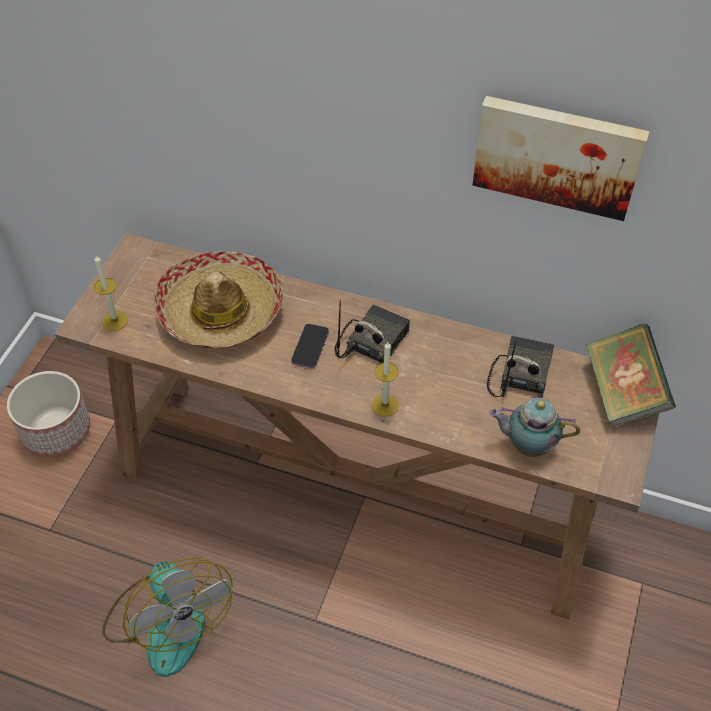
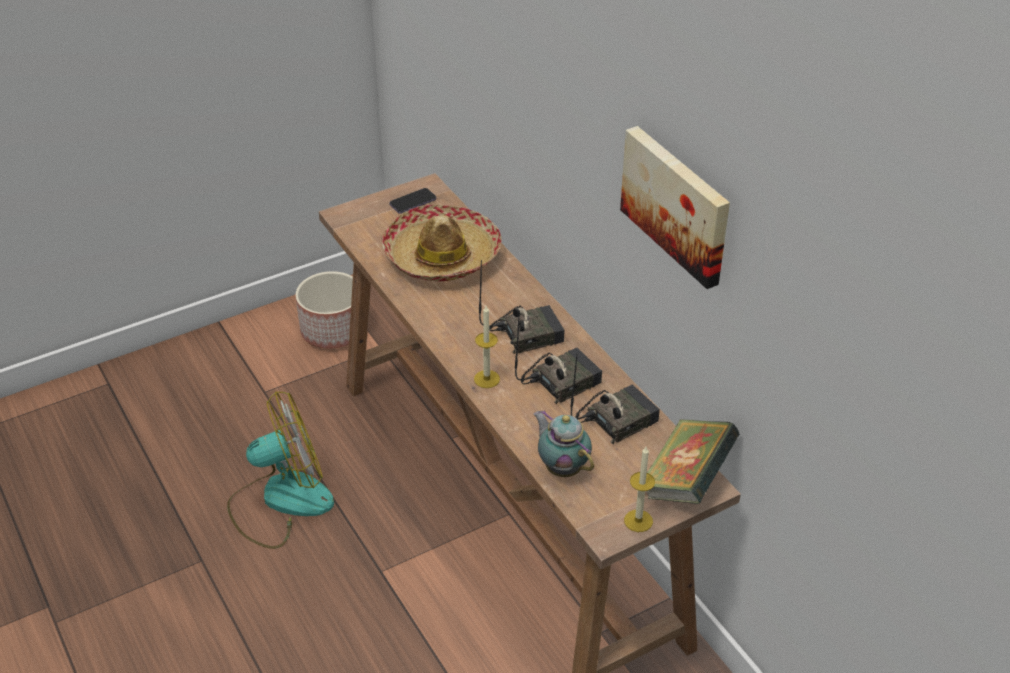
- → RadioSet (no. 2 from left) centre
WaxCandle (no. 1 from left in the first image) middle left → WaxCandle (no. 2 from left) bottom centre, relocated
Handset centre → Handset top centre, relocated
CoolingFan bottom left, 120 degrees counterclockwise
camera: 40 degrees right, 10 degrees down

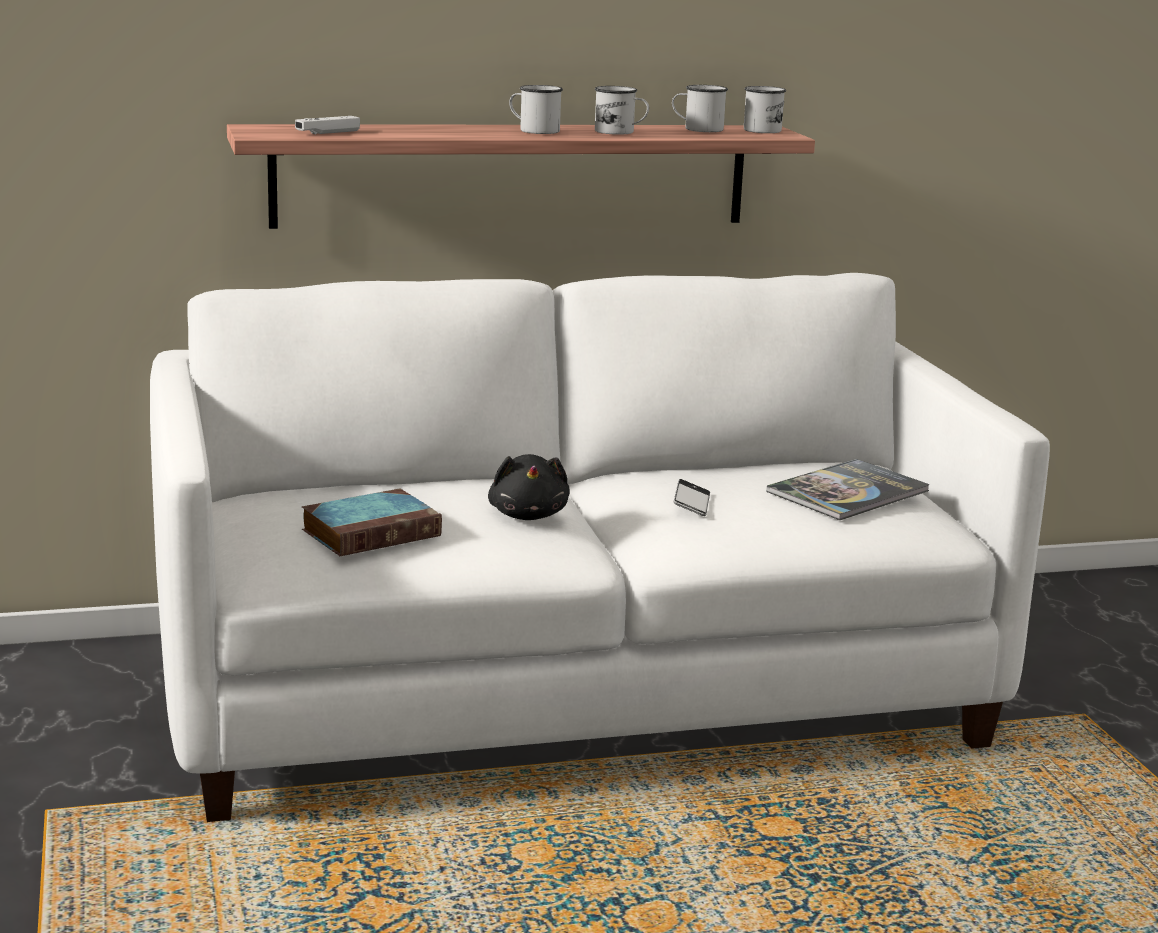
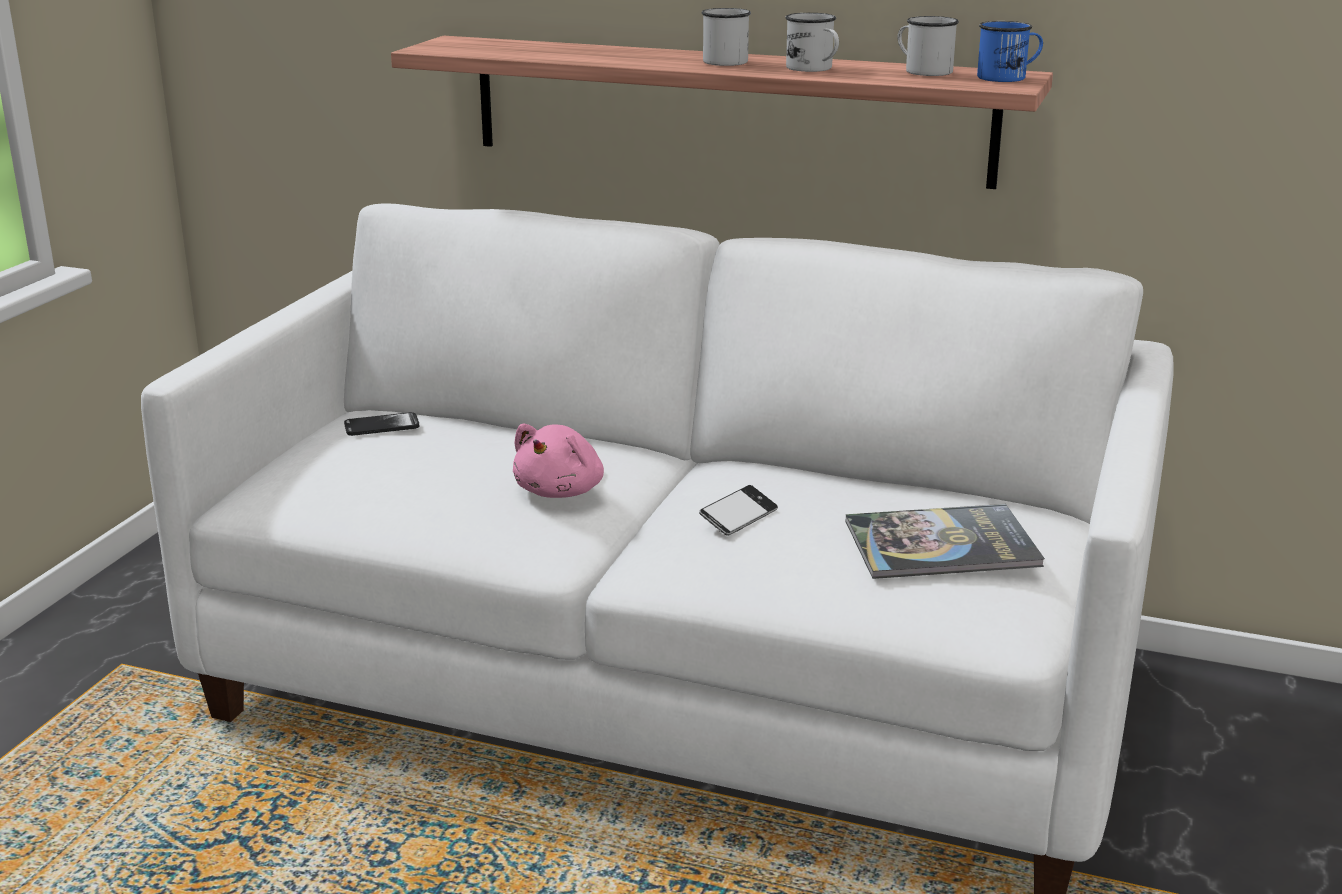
WhitishGamepad top left → -
BoundBook (no. 1 from left) middle left → -
- → Handset (no. 1 from left) middle left
BlackishSoftToy centre → PinkColouredSoftToy centre
WhitishTeaMug (no. 4 from left) top centre → BluishTeaMug top right
camera: 35 degrees right, 5 degrees up

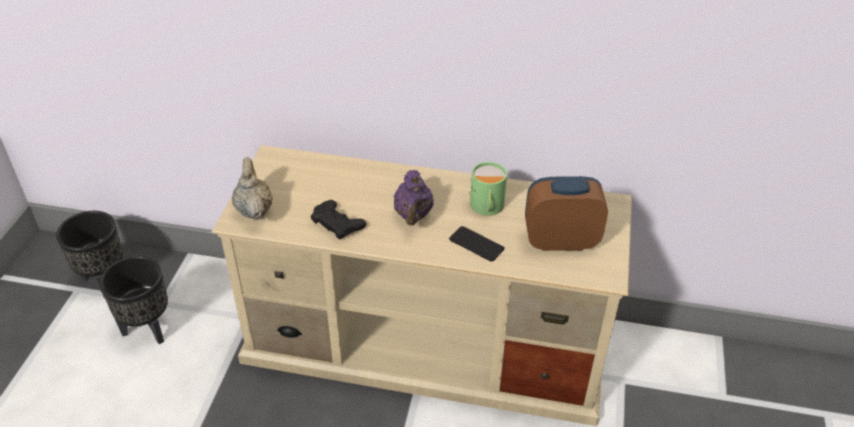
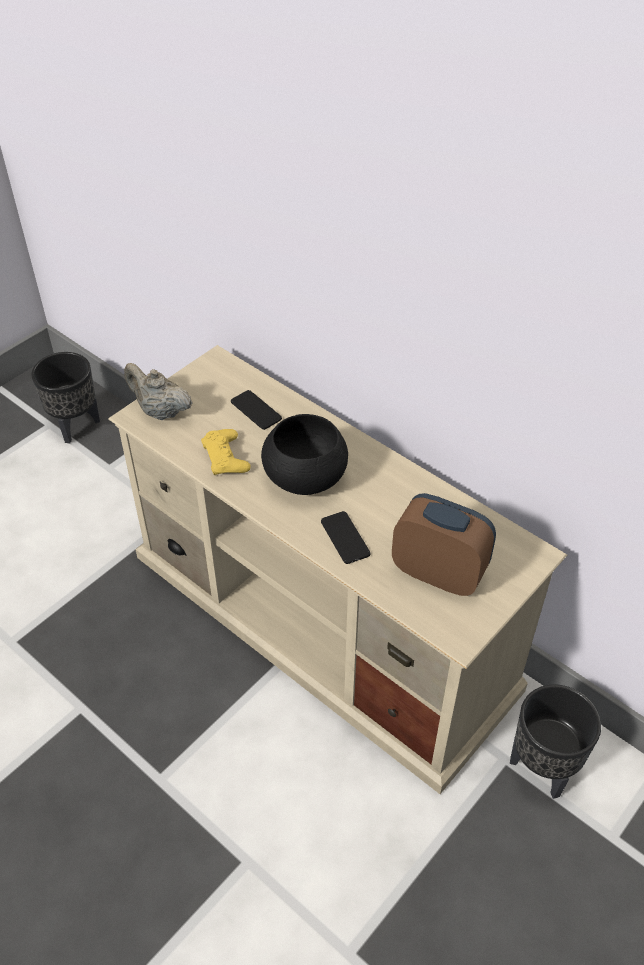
GreenColouredTeaMug centre → -
- → Handset (no. 1 from left) centre
BlackishFlowerPot (no. 2 from left) bottom left → BlackishFlowerPot (no. 2 from left) bottom right, relocated
PurplishTeaPot centre → BlackishServingBowl centre
BlackishGamepad centre → YellowColouredGamepad centre
BeigeTeaPot middle left, 75 degrees counterclockwise
camera: 30 degrees right, 5 degrees up

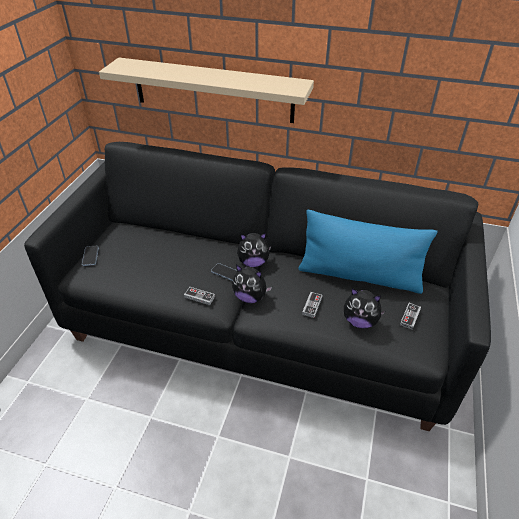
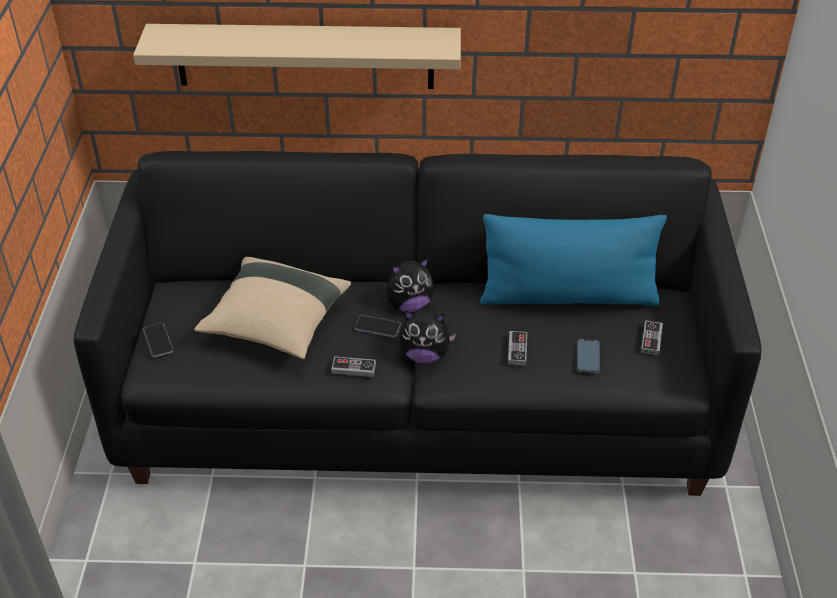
- → BeigeThrowPillow middle left
SoftToy (no. 3 from left) middle right → Handset (no. 3 from left) middle right
camera: 15 degrees left, 0 degrees up

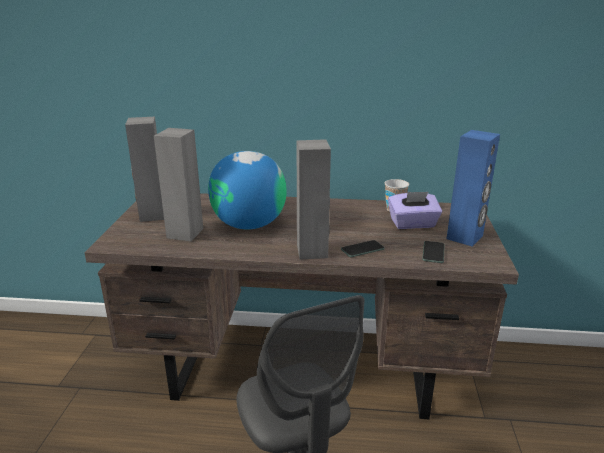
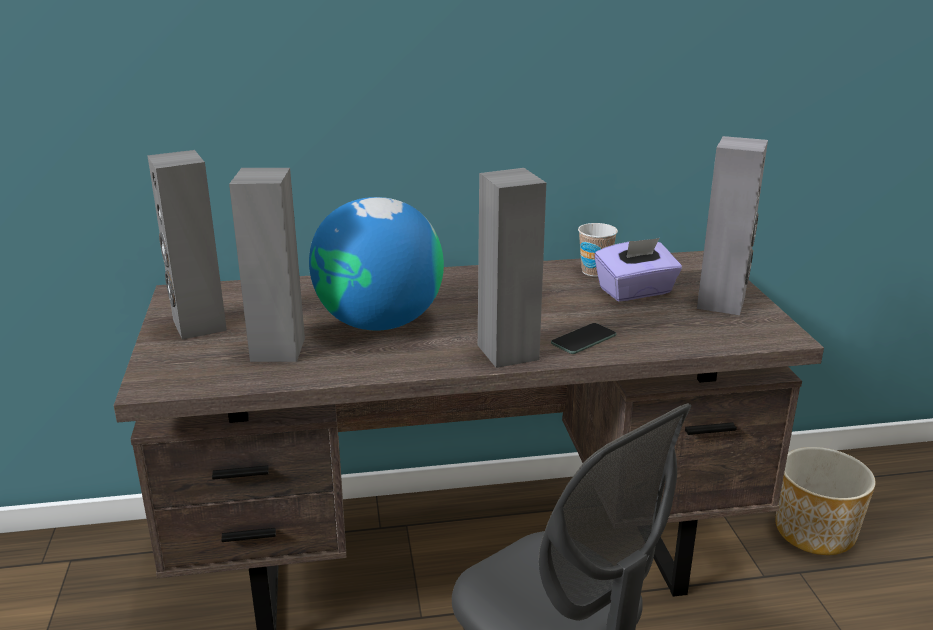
Handset (no. 2 from left) middle right → -
- → FlowerPot bottom right
BluishSpeaker middle right → GreyishSpeaker (no. 4 from left) middle right
camera: 15 degrees left, 0 degrees up

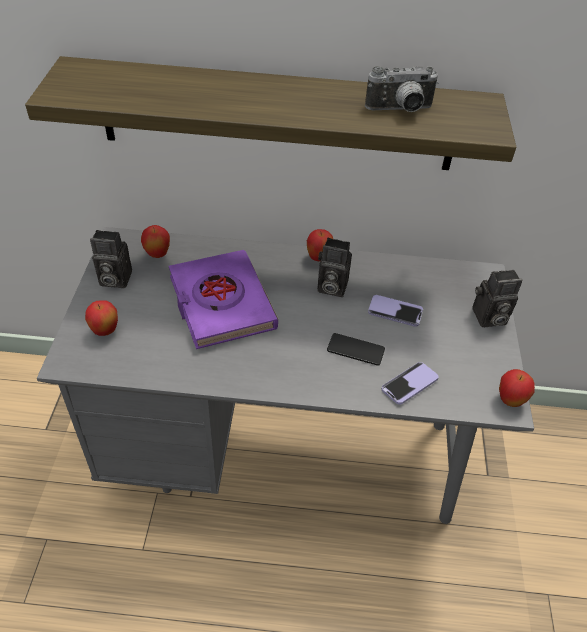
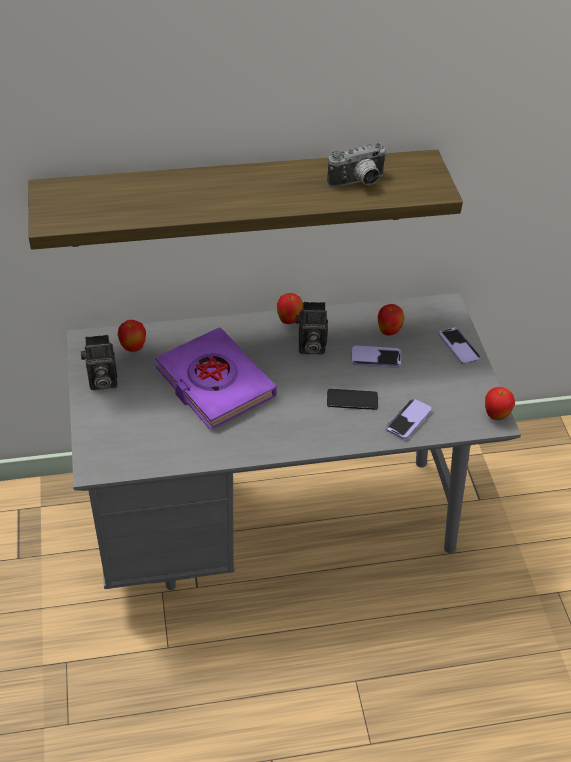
WholeApple (no. 1 from left in the first image) middle left → WholeApple (no. 3 from left) middle right, relocated
StillCamera (no. 4 from left) middle right → Handset (no. 4 from left) middle right
camera: 15 degrees left, 0 degrees up

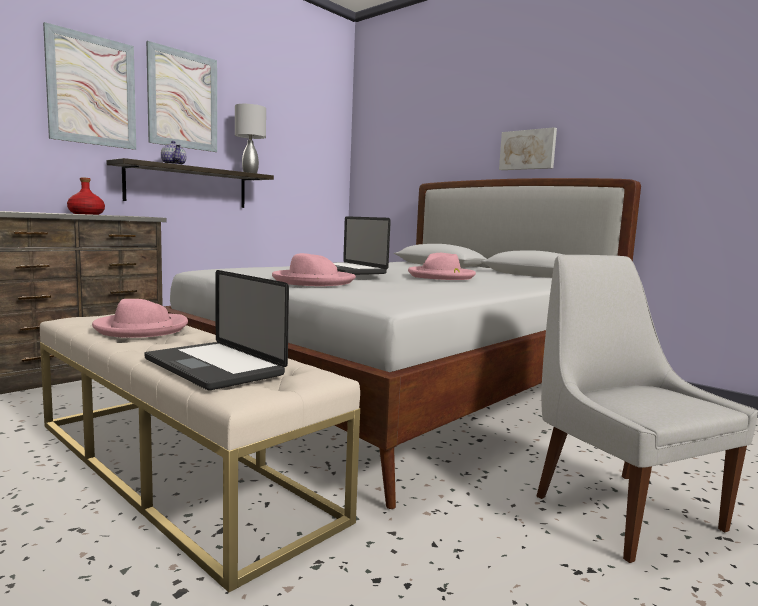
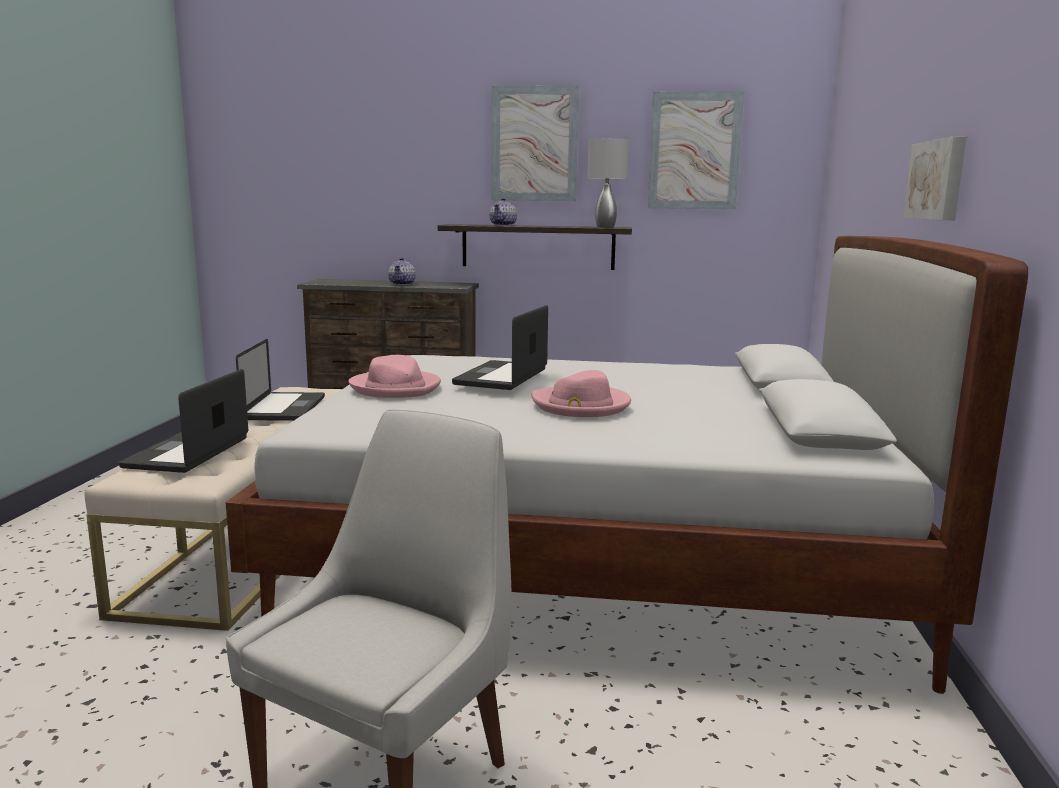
WallPicture (no. 1 from left in the first image) top left → WallPicture (no. 2 from left) top centre, relocated
RedBottle top left → TeaPot (no. 1 from left) centre
PinkColouredHat (no. 1 from left) middle left → NotebookComputer (no. 2 from left) middle left
camera: 55 degrees right, 5 degrees up

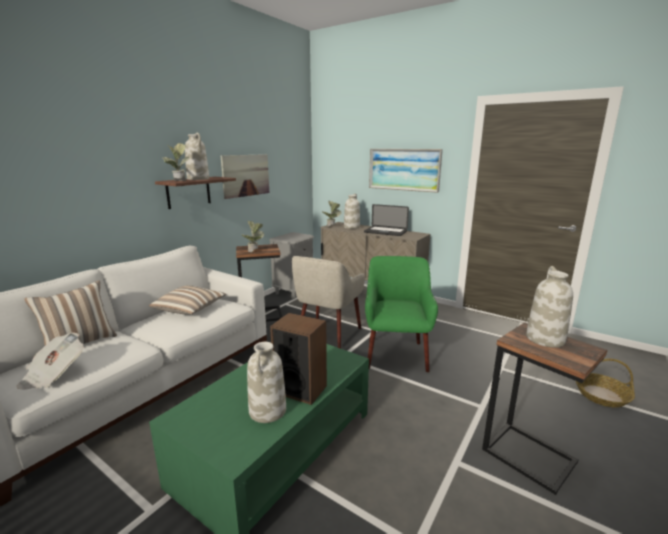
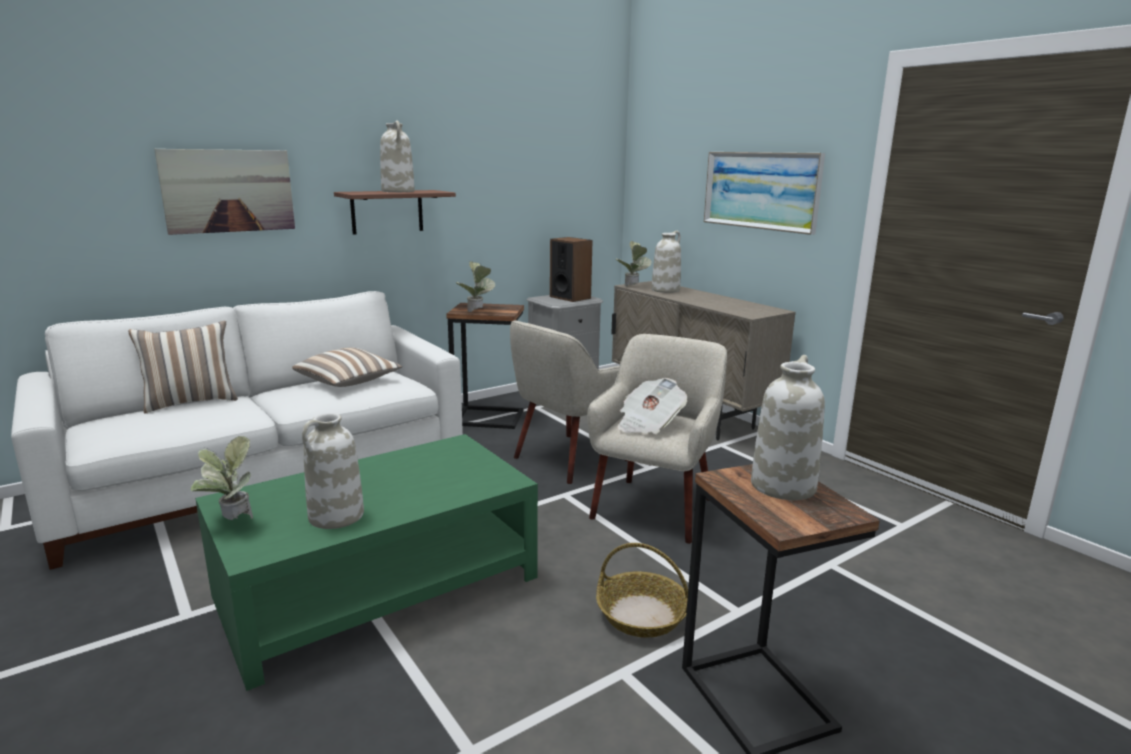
NotebookComputer centre → -
PrintedPaper bottom left → PrintedPaper centre, relocated
PlantInAPot (no. 1 from left) top left → PlantInAPot (no. 1 from left) middle left, relocated
WallPicture (no. 1 from left) top centre → WallPicture (no. 1 from left) top left, relocated
Speaker bottom centre → Speaker centre, relocated
StorageBasket bottom right → StorageBasket bottom centre, relocated
GreenColouredLoungeChair centre → BeigeLoungeChair (no. 2 from left) centre
camera: 20 degrees right, 0 degrees up

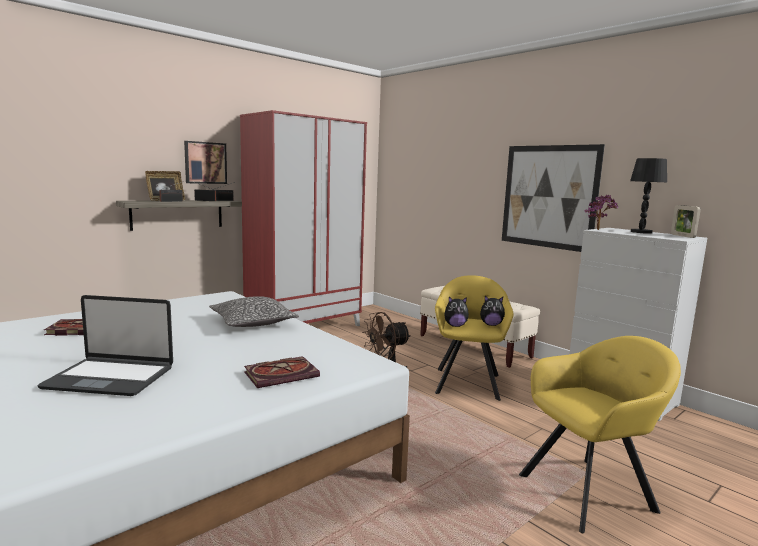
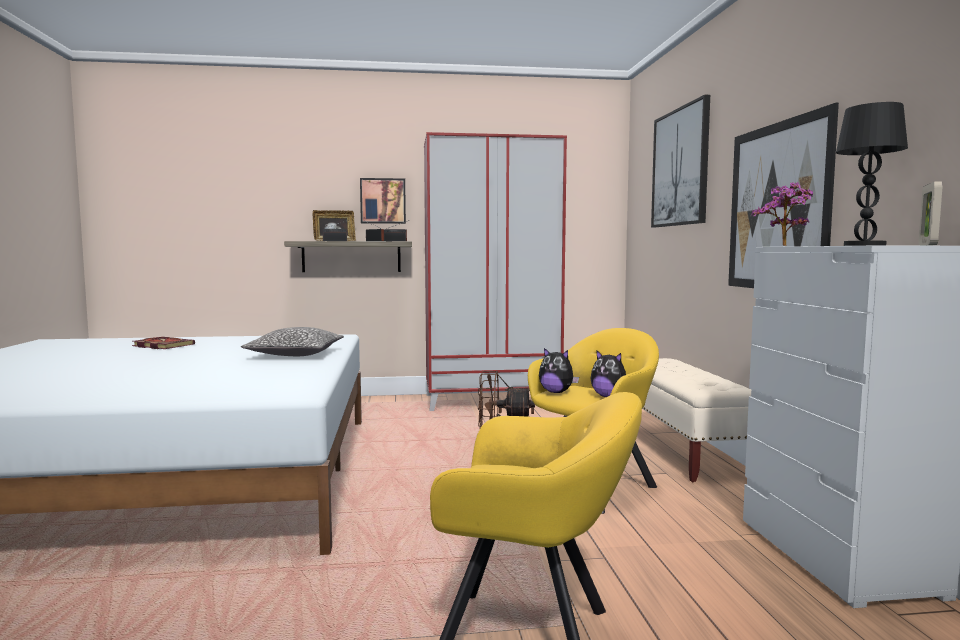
NotebookComputer middle left → -
BoundBook (no. 2 from left) bottom centre → -
- → WallPicture (no. 2 from left) top right
camera: 35 degrees right, 5 degrees down

